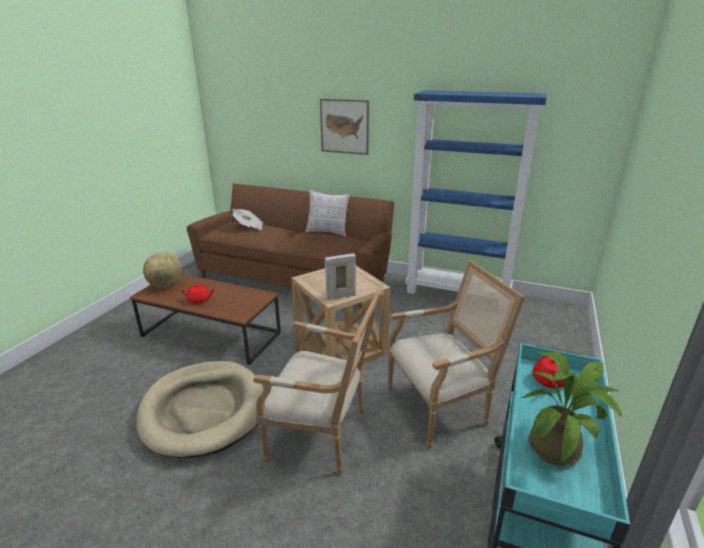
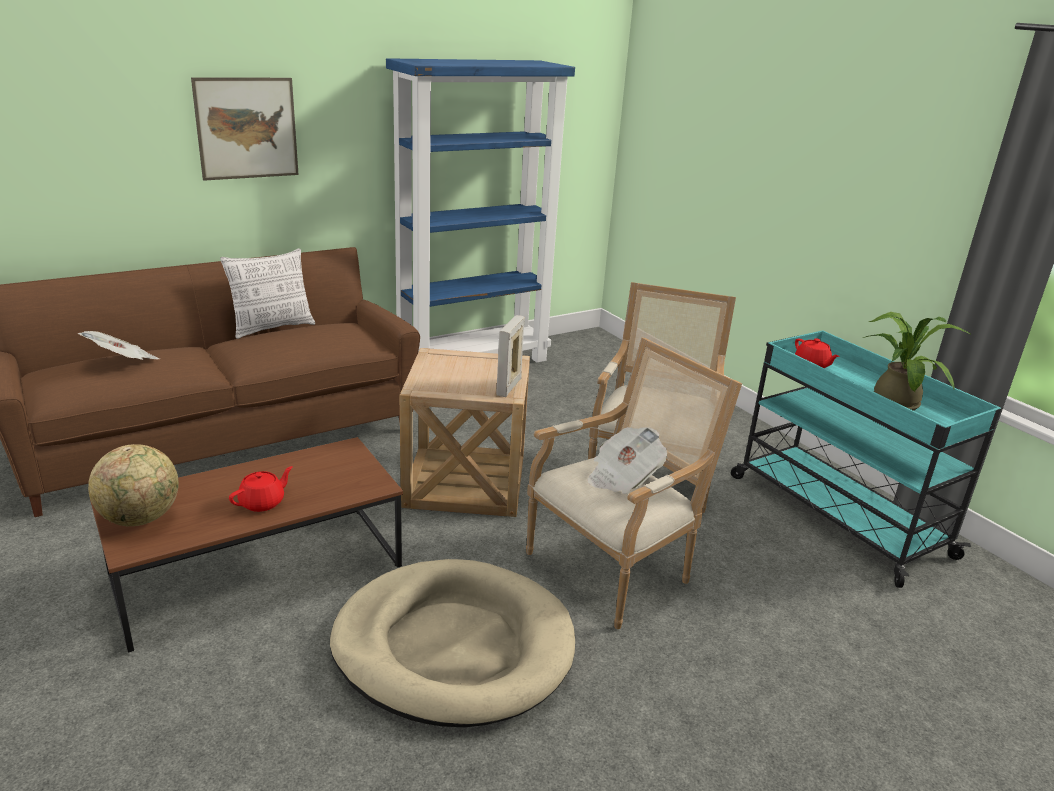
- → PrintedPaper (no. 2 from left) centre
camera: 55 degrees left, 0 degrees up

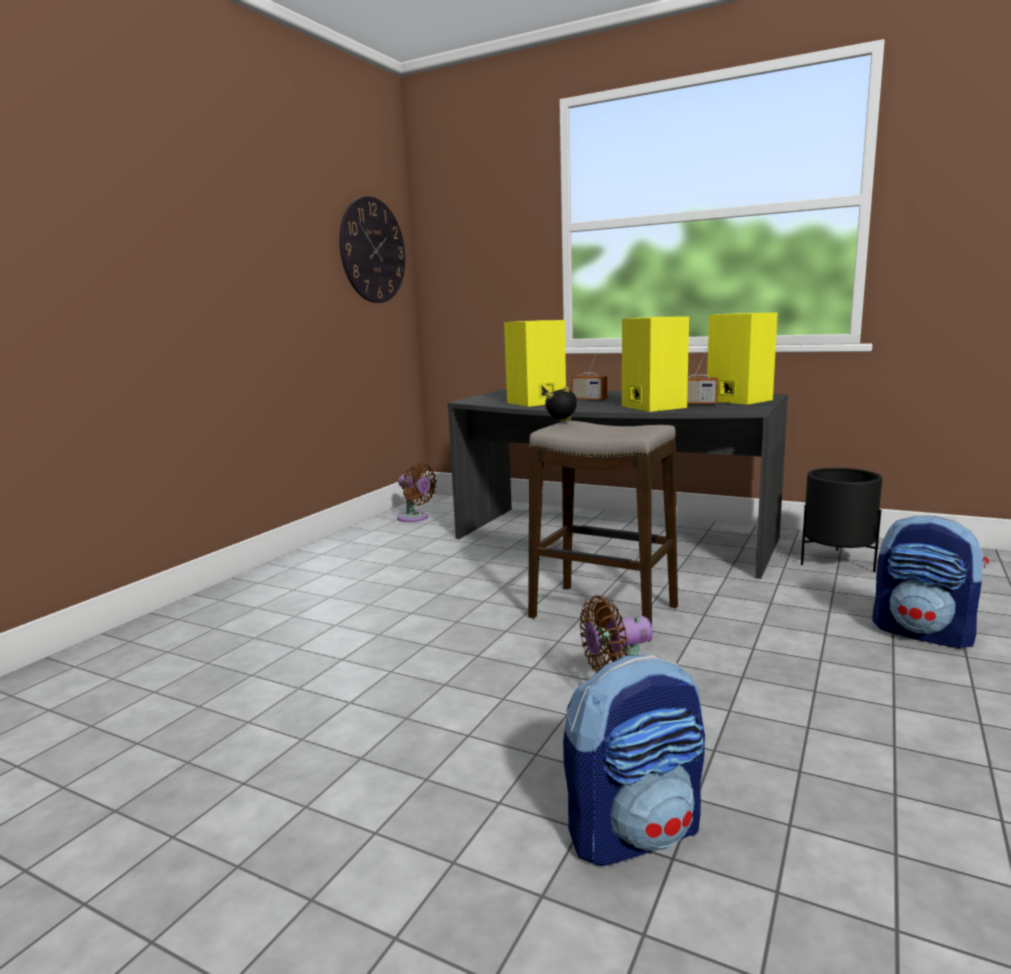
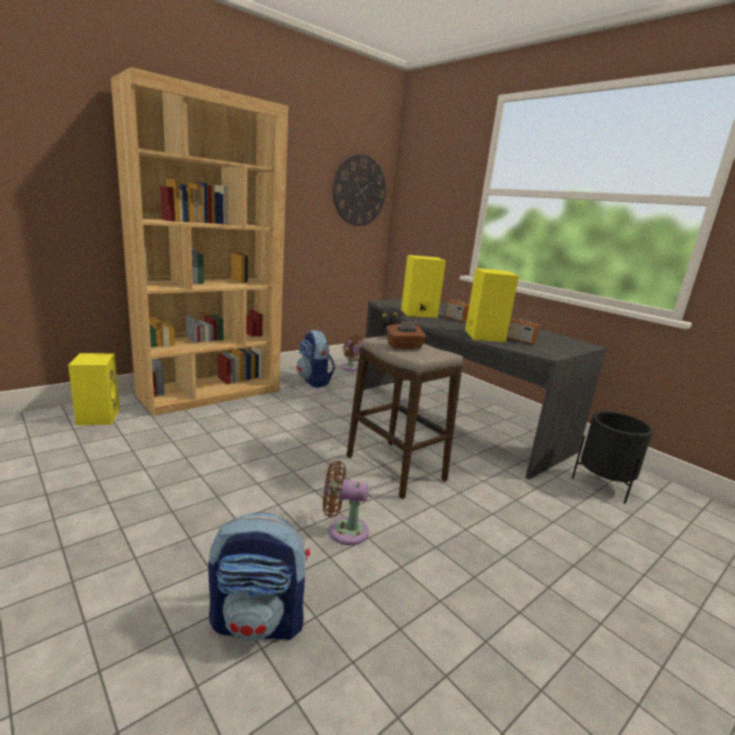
- → BrownShelvingUnit top left
- → BrownTissueBox centre
YellowColouredSpeaker (no. 3 from left in the first image) middle right → YellowColouredSpeaker (no. 1 from left) middle left, relocated
Knapsack (no. 2 from left) middle right → Knapsack (no. 2 from left) centre, relocated
camera: 20 degrees right, 5 degrees up

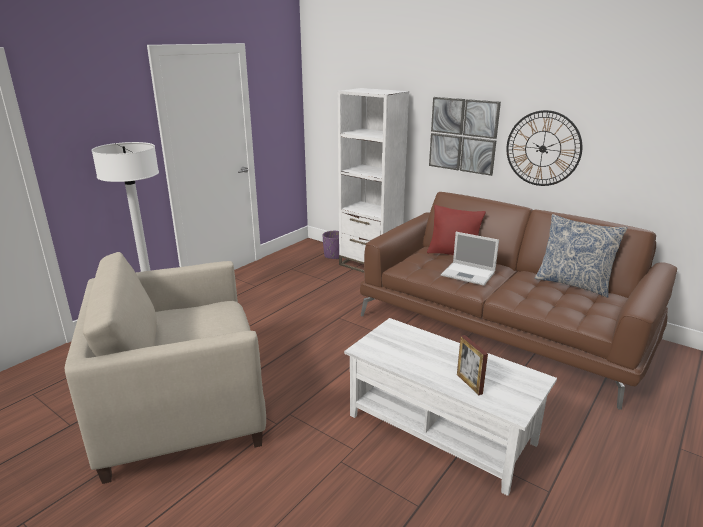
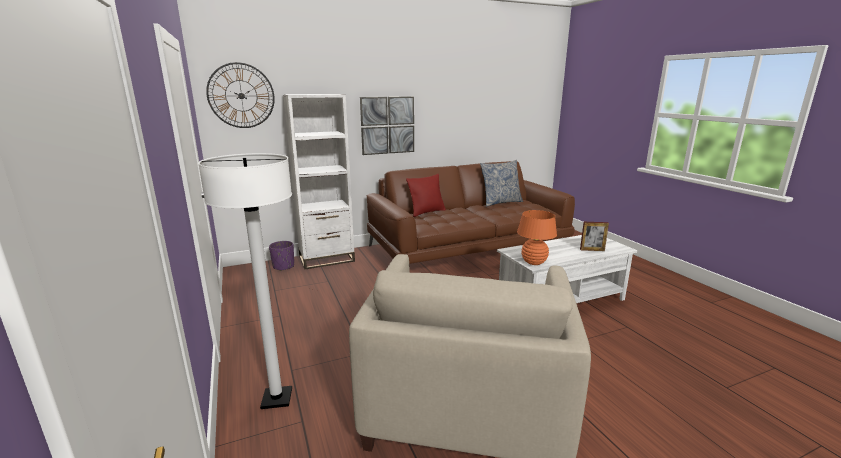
NotebookComputer middle right → -
- → OrangeyTabletopLamp centre
WallClock top right → WallClock top left, relocated
camera: 60 degrees left, 5 degrees down

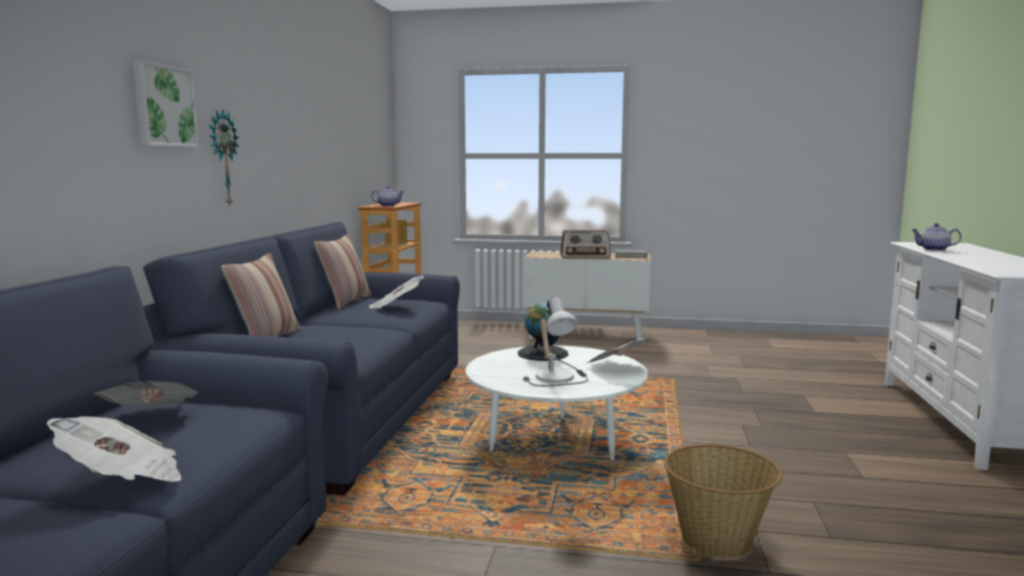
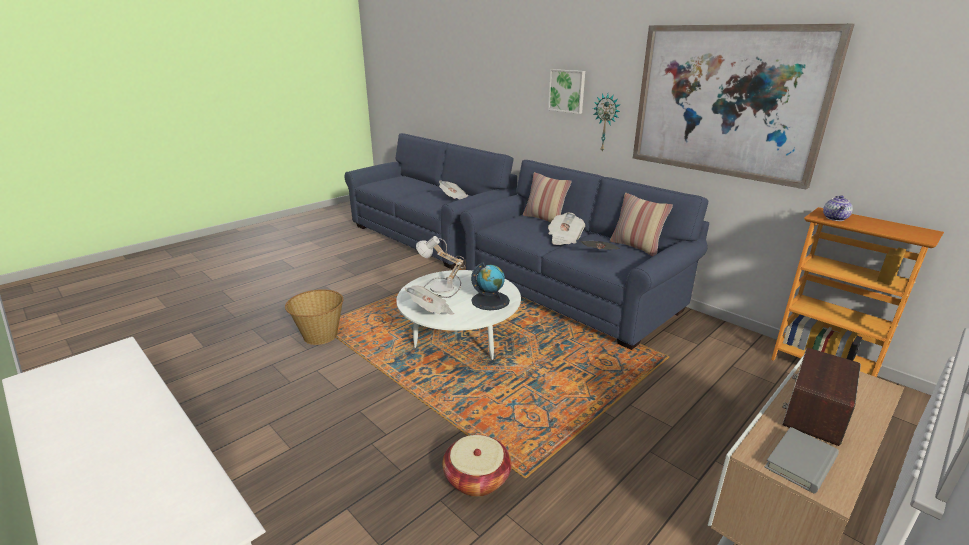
TeaPot (no. 2 from left) middle right → -
- → StorageBasket (no. 2 from left) bottom centre
- → WallPicture (no. 2 from left) top right
PrintedPaper (no. 1 from left in the first image) bottom left → PrintedPaper (no. 3 from left) centre, relocated
camera: 125 degrees right, 15 degrees up

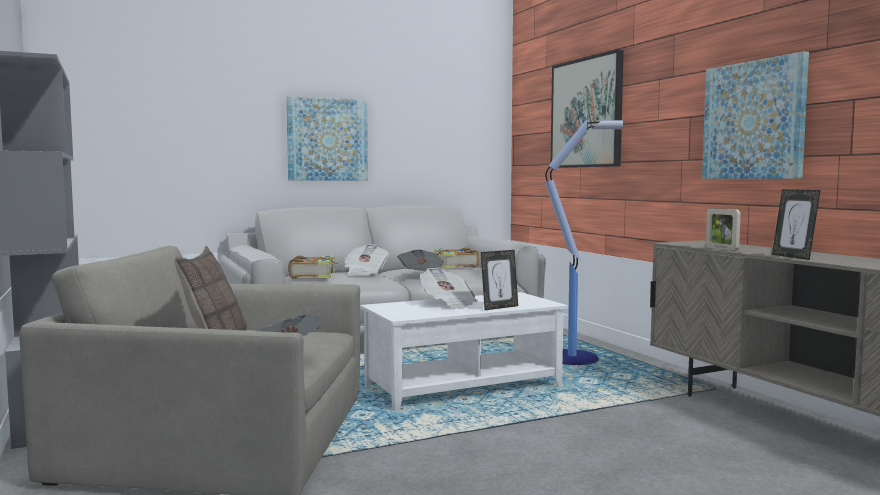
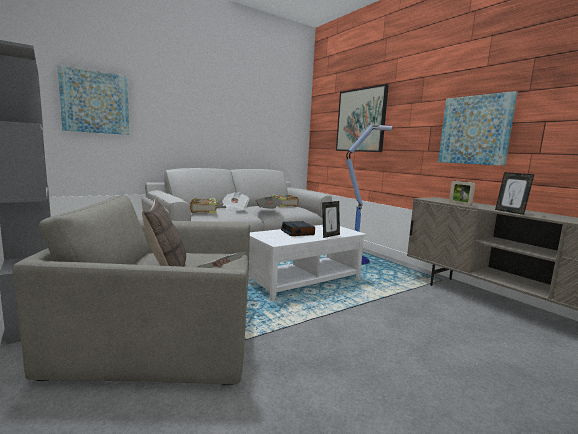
WallPicture (no. 1 from left) top centre → WallPicture (no. 1 from left) top left, relocated
PrintedPaper (no. 4 from left) centre → AlarmClock centre
camera: 10 degrees left, 5 degrees up

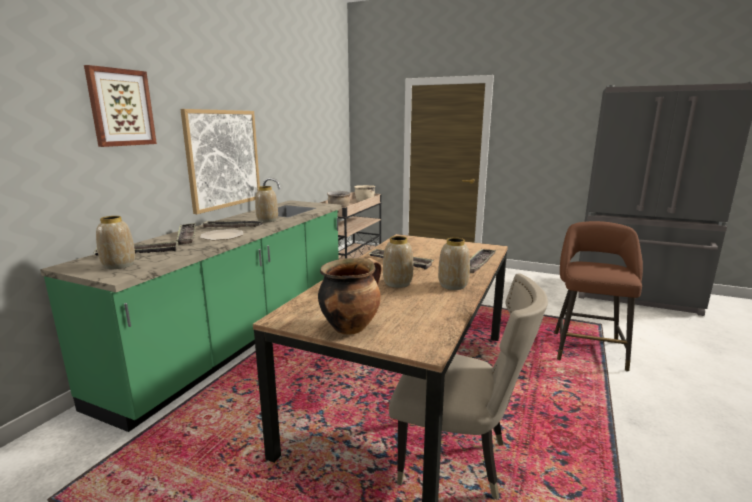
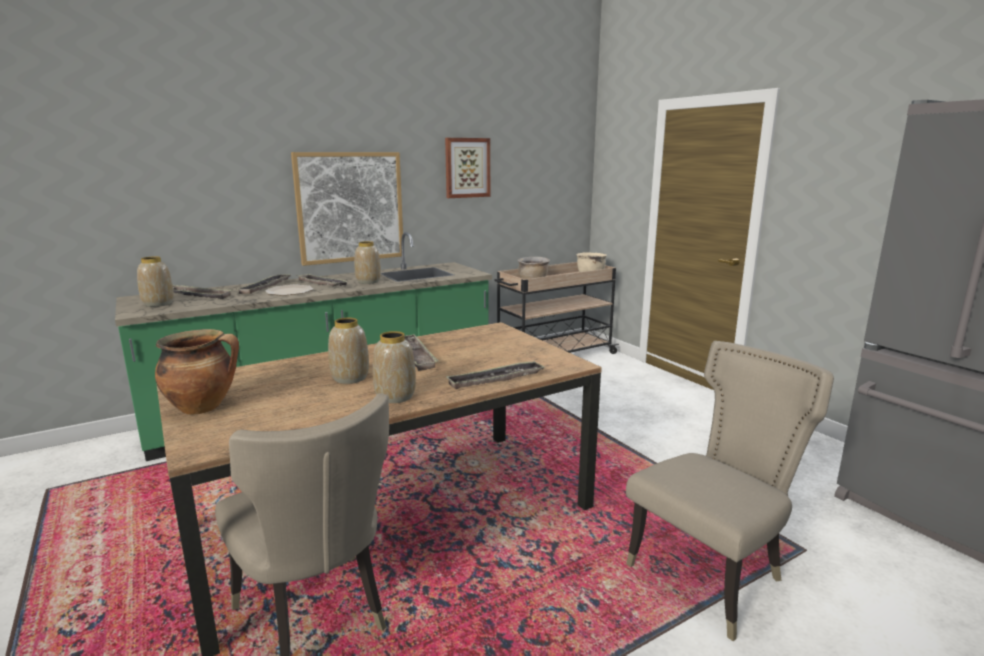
WallPicture (no. 1 from left in the first image) top left → WallPicture (no. 2 from left) top centre, relocated
BrownStool middle right → BeigePlainChair (no. 2 from left) bottom right
camera: 35 degrees right, 0 degrees up

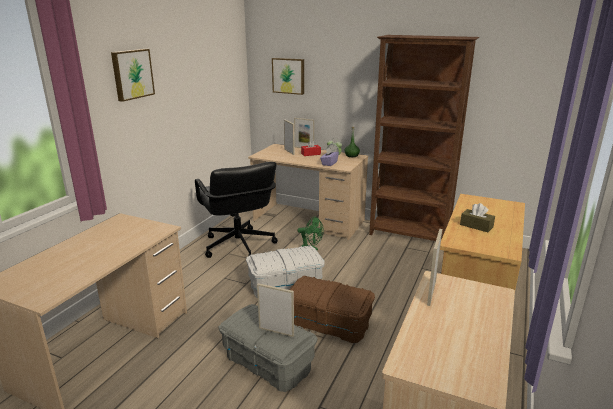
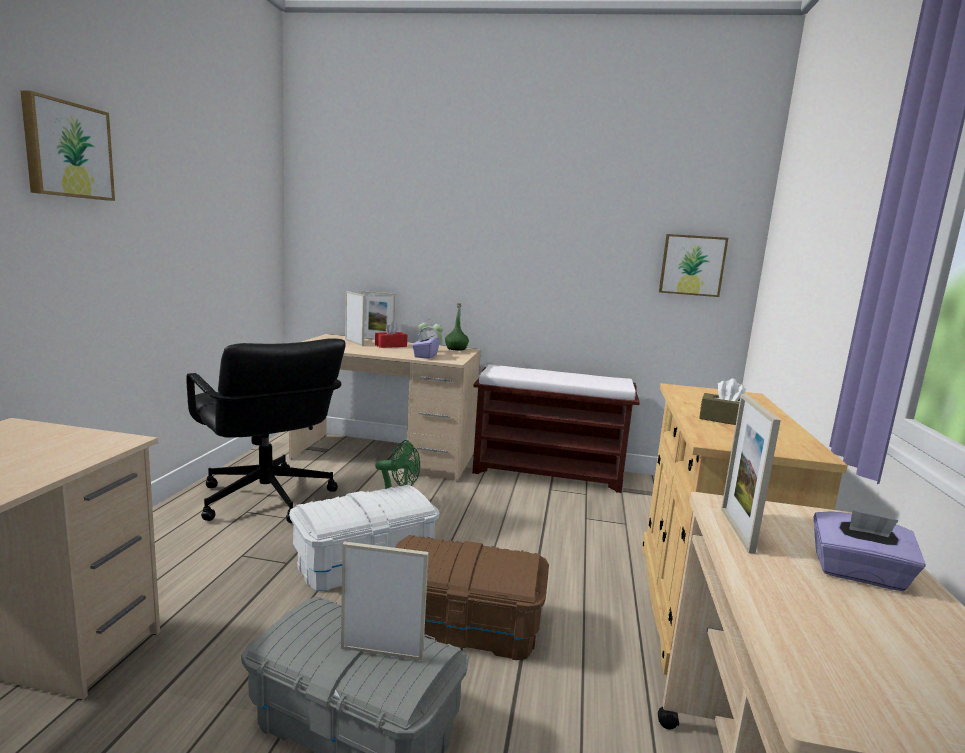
- → PurplishTissueBox (no. 2 from left) bottom right
WallPicture (no. 2 from left) top centre → WallPicture (no. 2 from left) middle right, relocated
BrownShelvingUnit middle right → BrownBench centre
camera: 15 degrees left, 10 degrees down

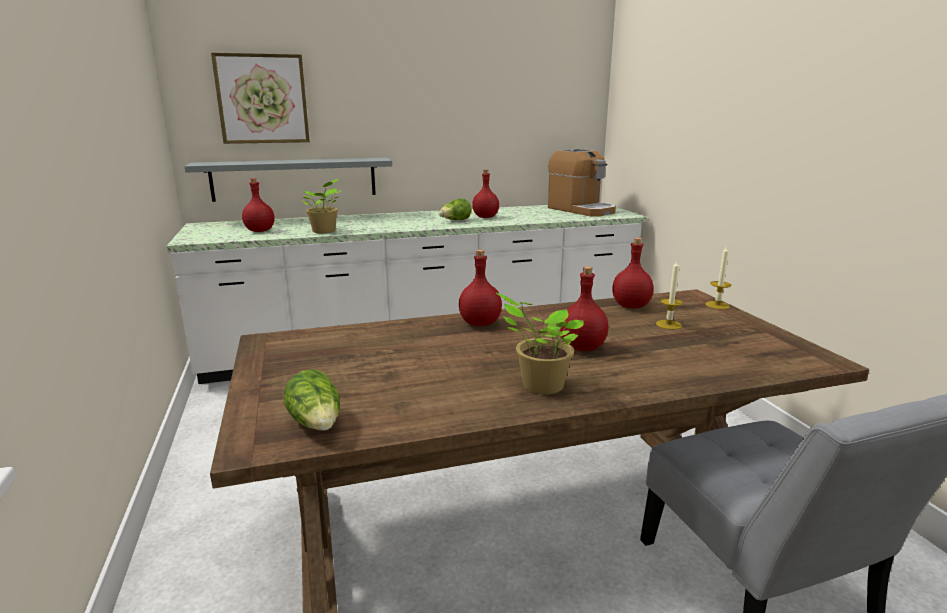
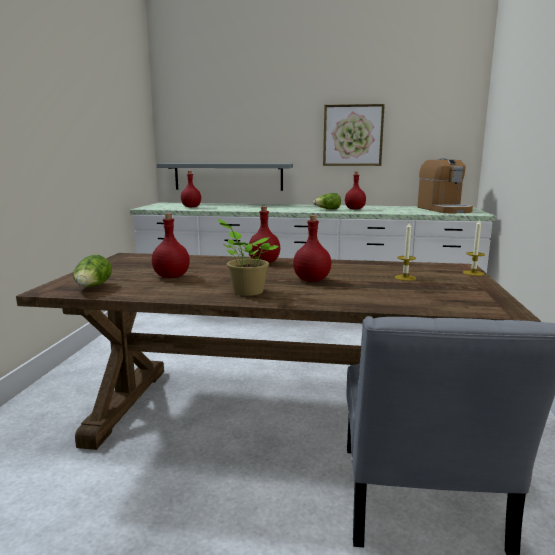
PlantInAPot (no. 1 from left) centre → -
WallPicture top left → WallPicture top centre, relocated
RedBottle (no. 5 from left in the first image) middle right → RedBottle (no. 1 from left) middle left, relocated
camera: 25 degrees right, 5 degrees down

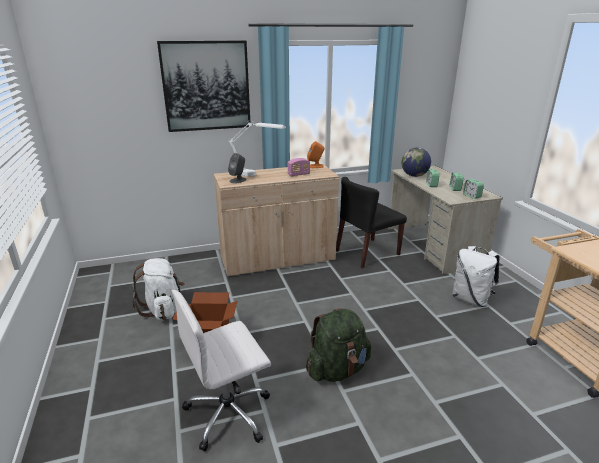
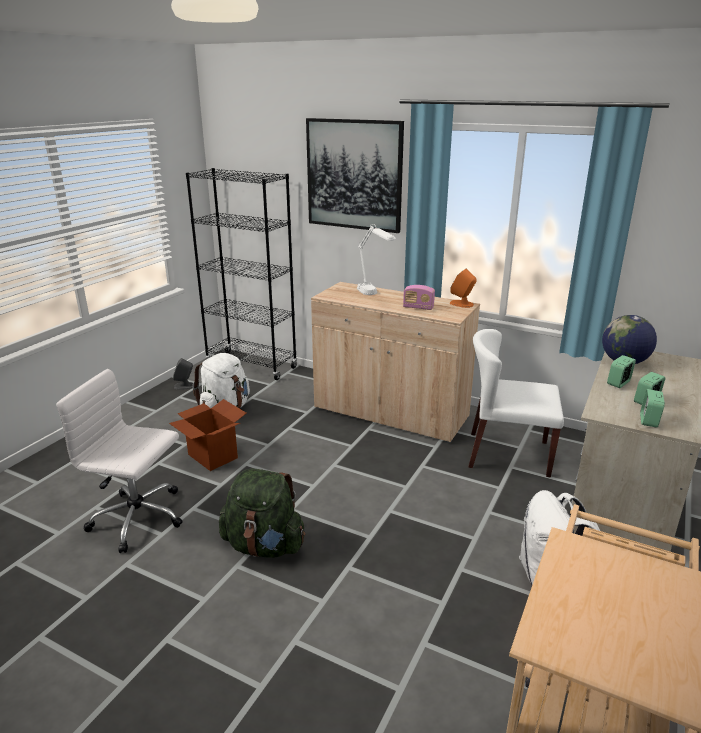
- → BlackishShelvingUnit centre
GreyishSpeaker centre → GreyishSpeaker middle left, relocated
BlackishPlainChair centre → WhitishPlainChair middle right
camera: 45 degrees right, 0 degrees up

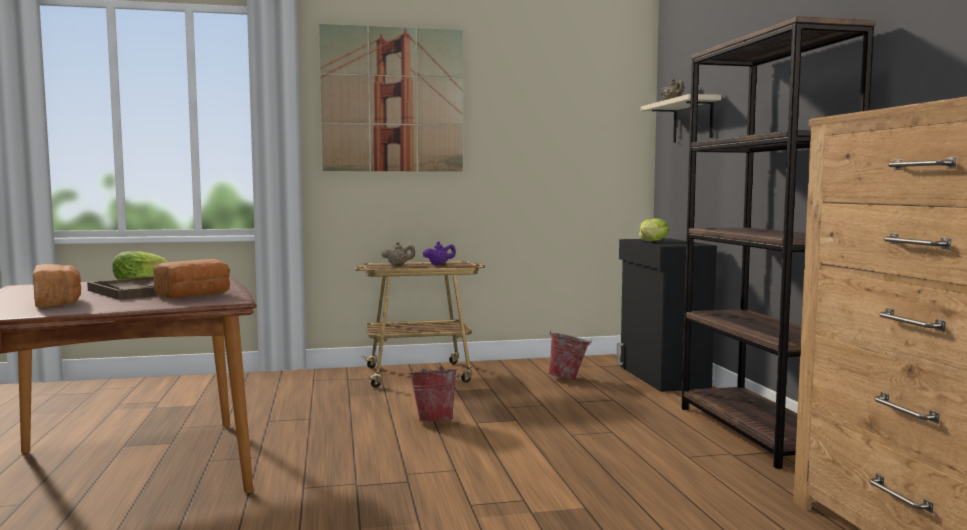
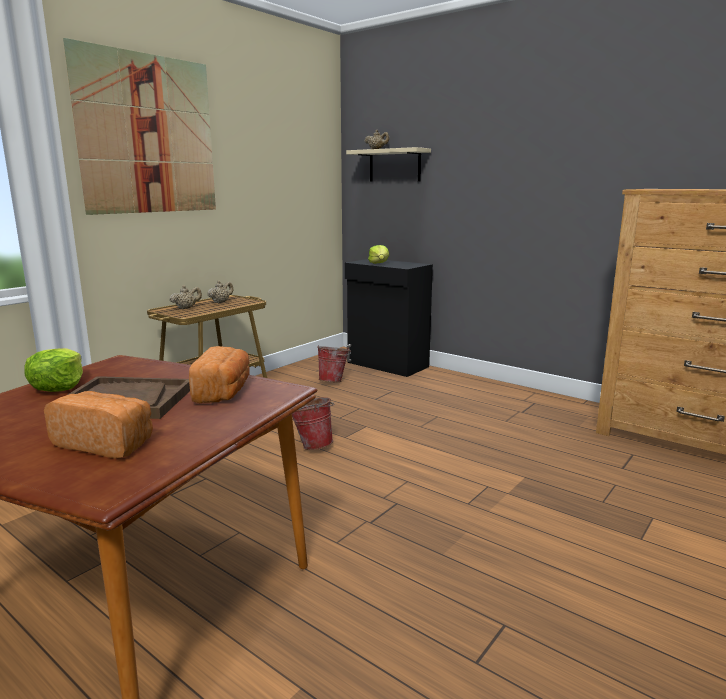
BrownShelvingUnit middle right → -
PurplishTeaPot centre → BeigeTeaPot (no. 2 from left) middle left
camera: 40 degrees left, 10 degrees up

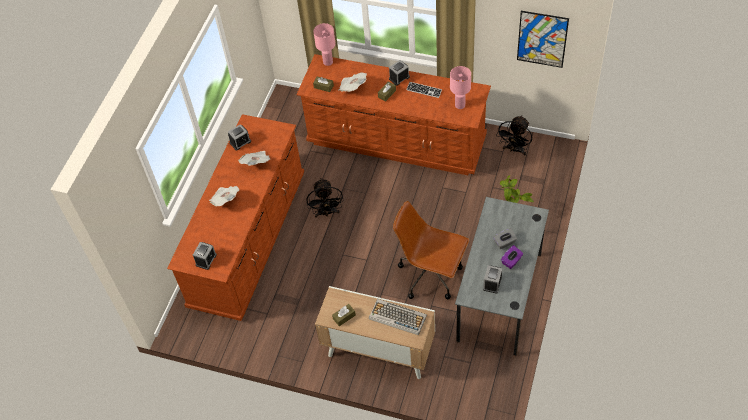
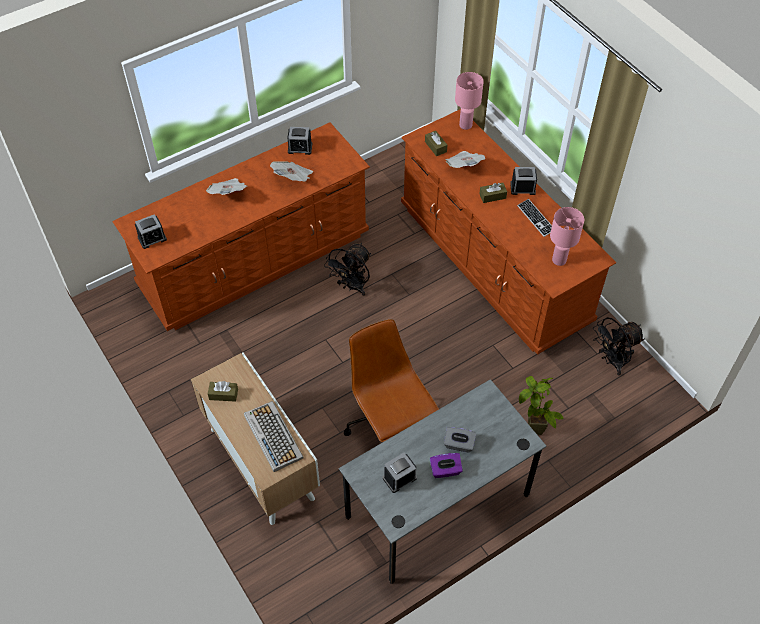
WallPicture top right → -
camera: 35 degrees right, 0 degrees up

